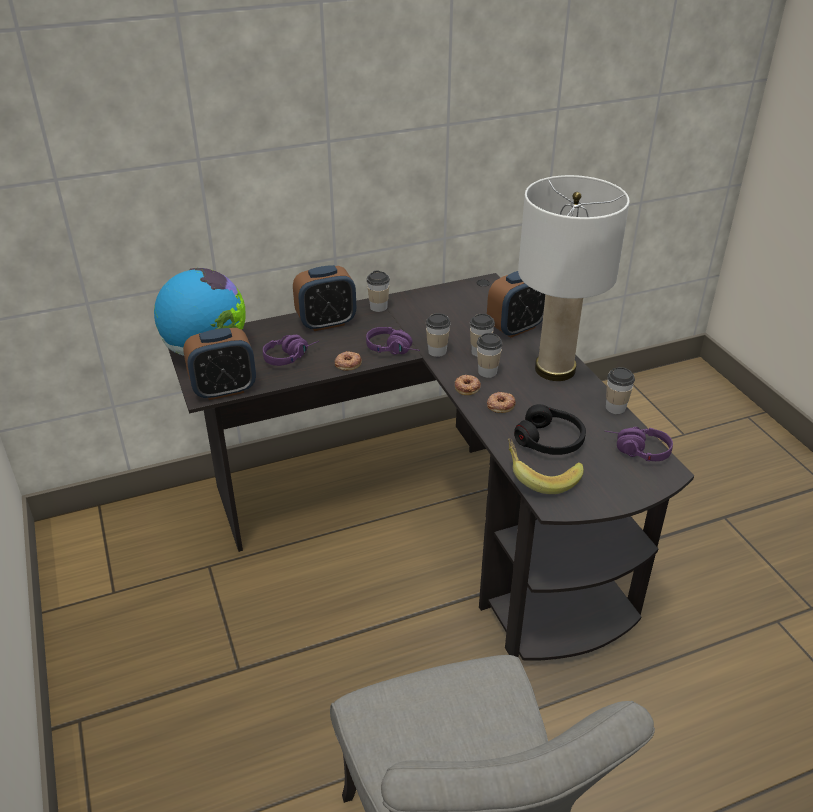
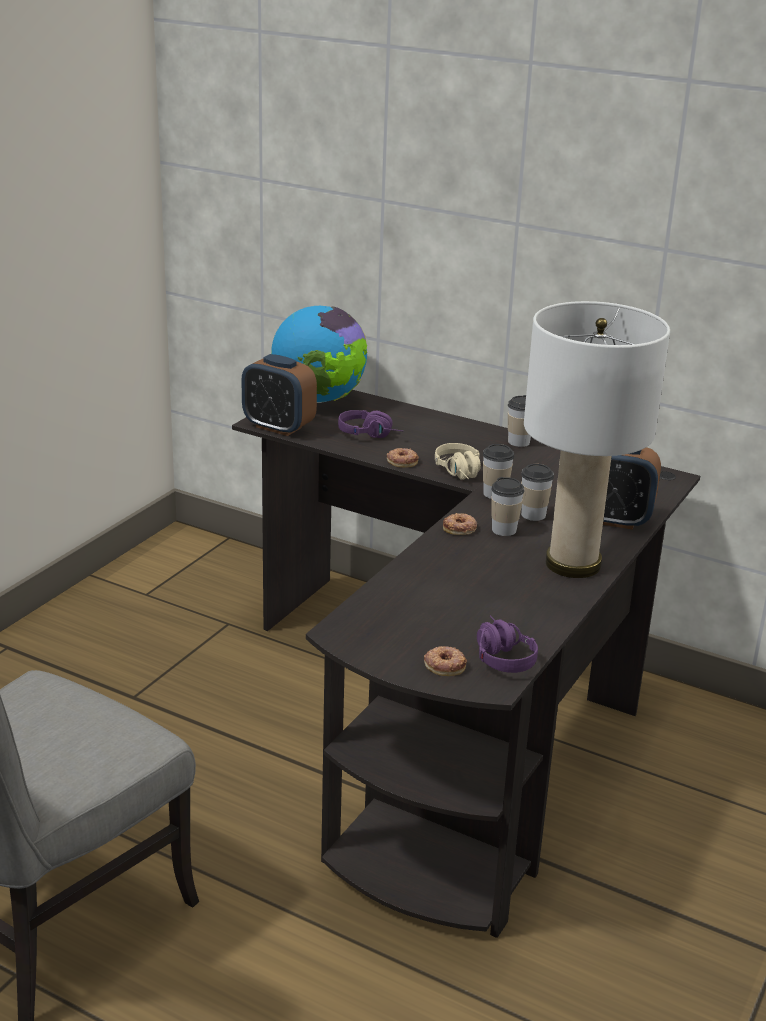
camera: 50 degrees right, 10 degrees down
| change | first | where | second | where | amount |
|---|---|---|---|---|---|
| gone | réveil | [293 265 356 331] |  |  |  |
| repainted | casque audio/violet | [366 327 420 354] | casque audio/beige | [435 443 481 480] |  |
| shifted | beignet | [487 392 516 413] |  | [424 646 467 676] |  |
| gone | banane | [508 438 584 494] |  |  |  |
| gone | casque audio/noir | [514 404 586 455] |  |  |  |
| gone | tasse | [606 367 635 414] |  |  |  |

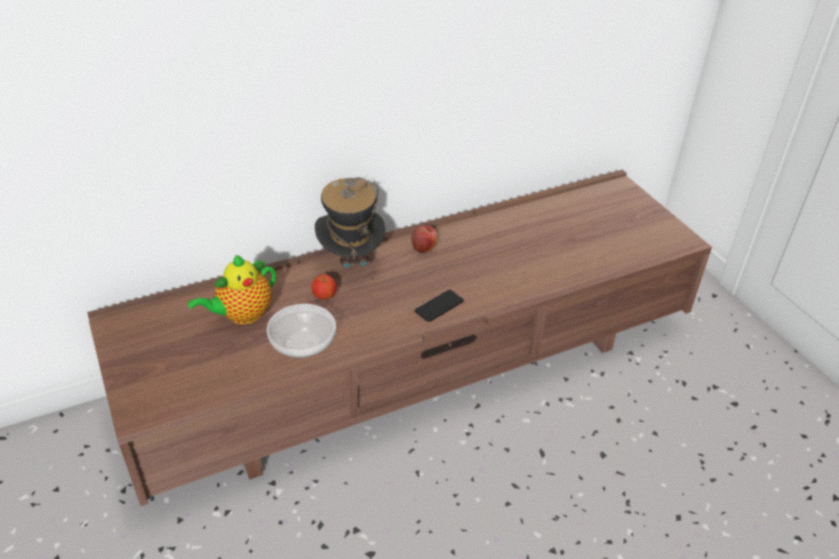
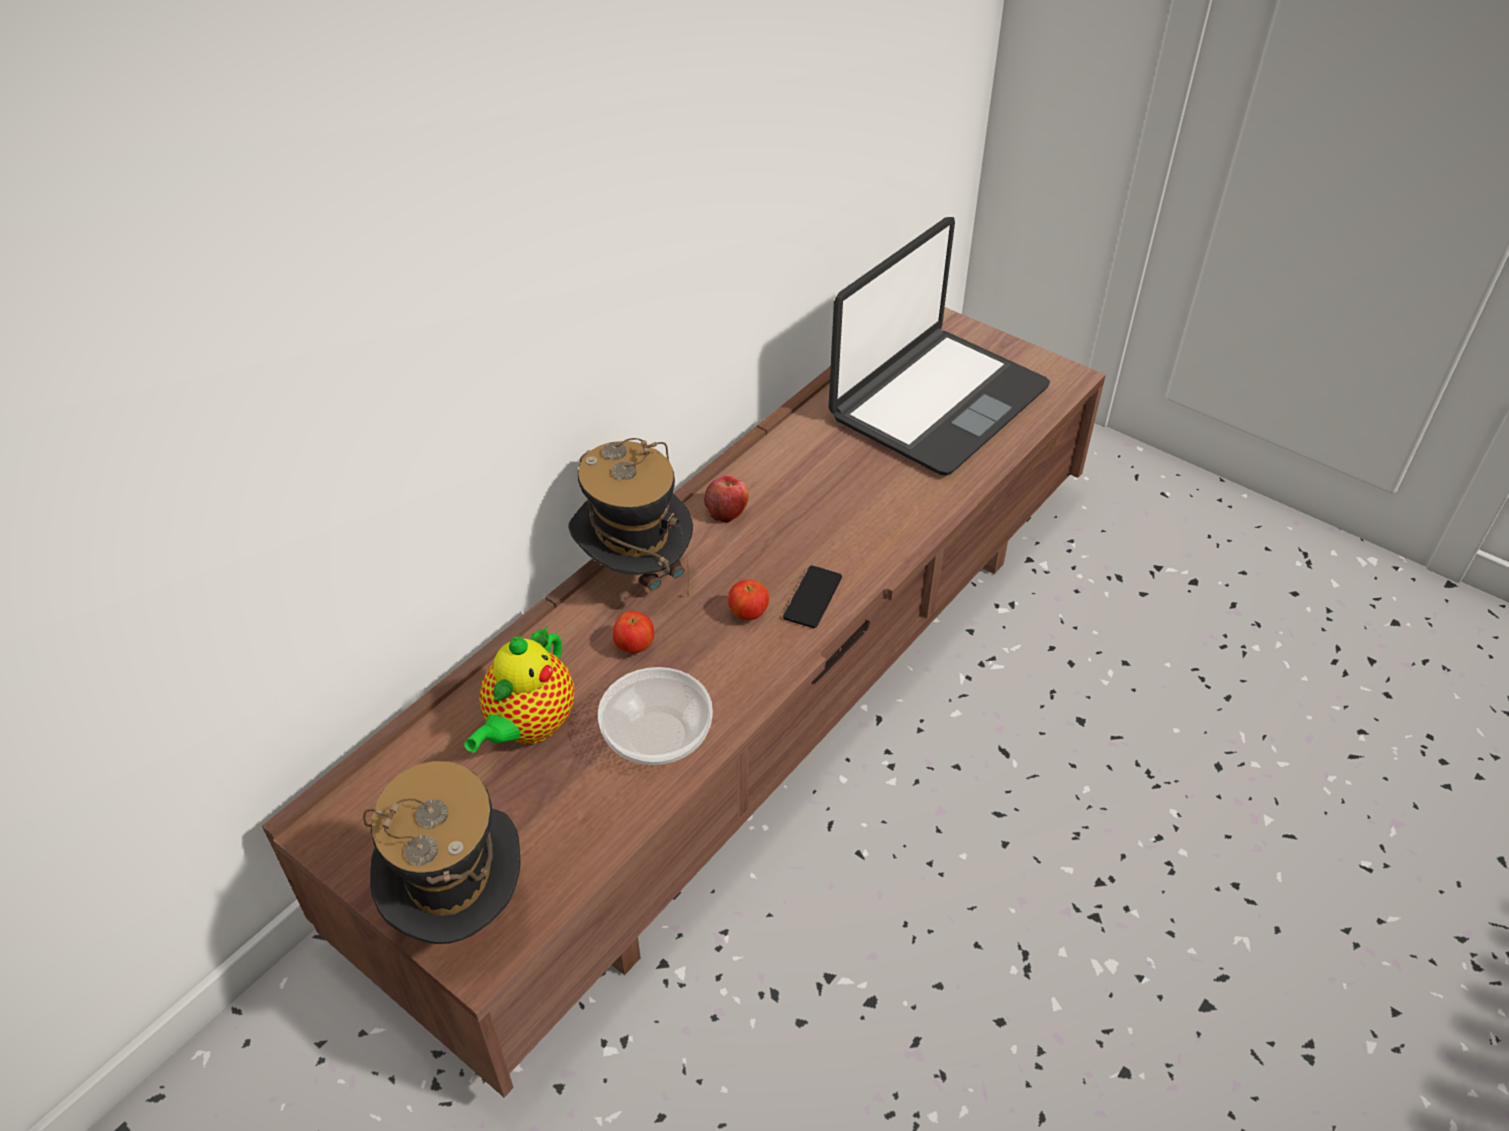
camera: 25 degrees left, 5 degrees up
| change | first | where | second | where | amount |
|---|---|---|---|---|---|
| new |  |  | chapeau | [363 761 521 944] |  |
| new |  |  | pomme | [728 580 769 620] |  |
| new |  |  | ordinateur portable | [828 217 1050 476] |  |

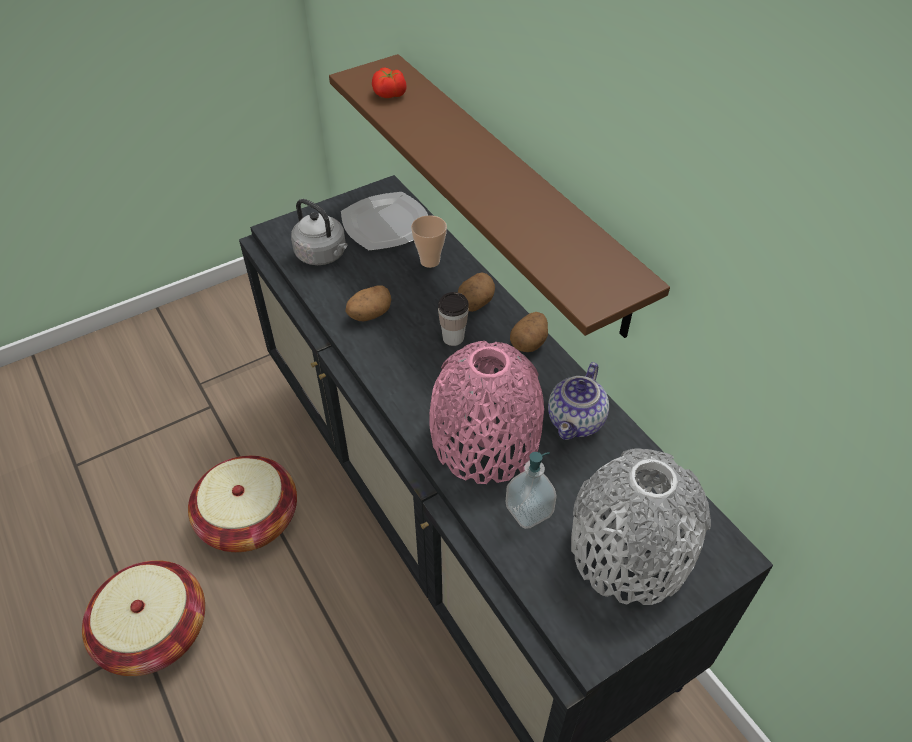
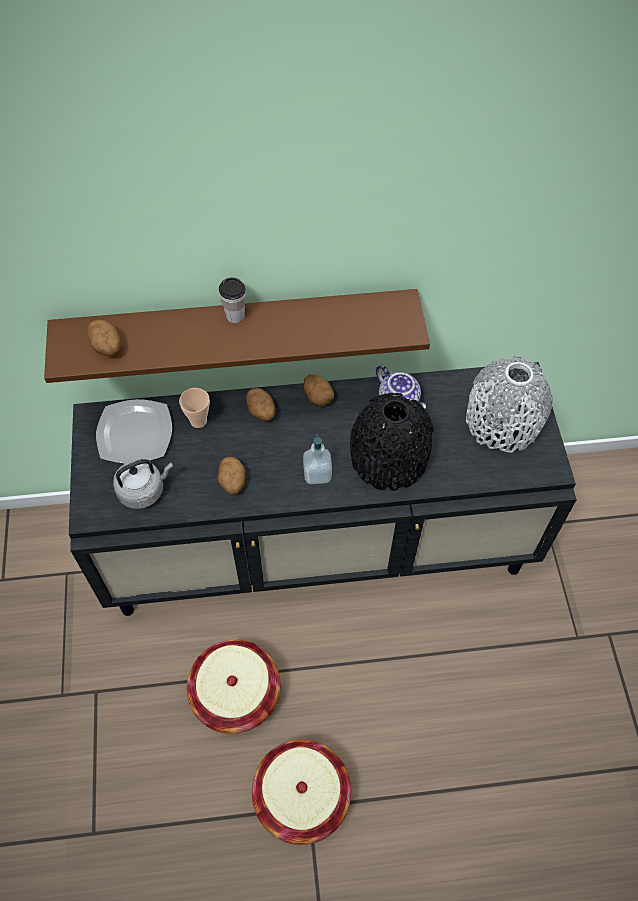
camera: 65 degrees left, 10 degrees up
| change | first | where | second | where | amount |
|---|---|---|---|---|---|
| swapped | tomate | [372 67 407 98] | pomme de terre | [87 319 121 356] |  |
| repainted | vase/rose | [429 341 544 484] | vase/noir | [350 393 434 491] |  |
| shifted | tasse | [438 292 469 346] |  | [219 278 246 323] |  |
| shifted | distributeur de savon | [506 452 557 529] |  | [303 433 332 484] |  |

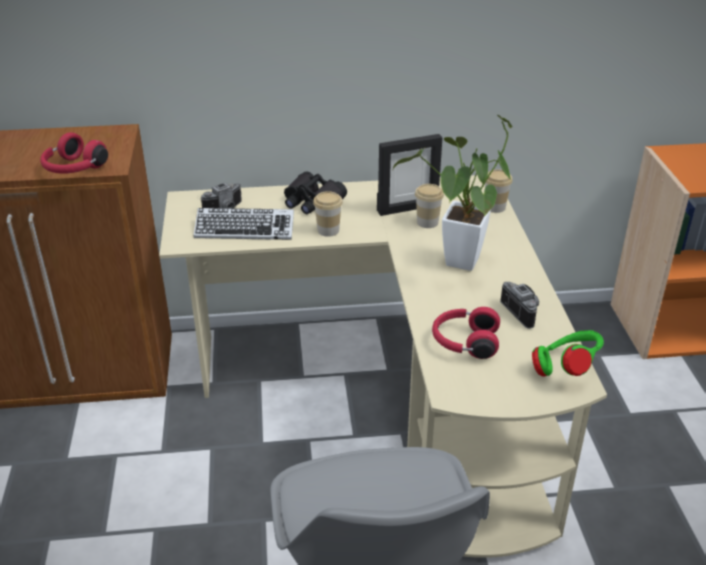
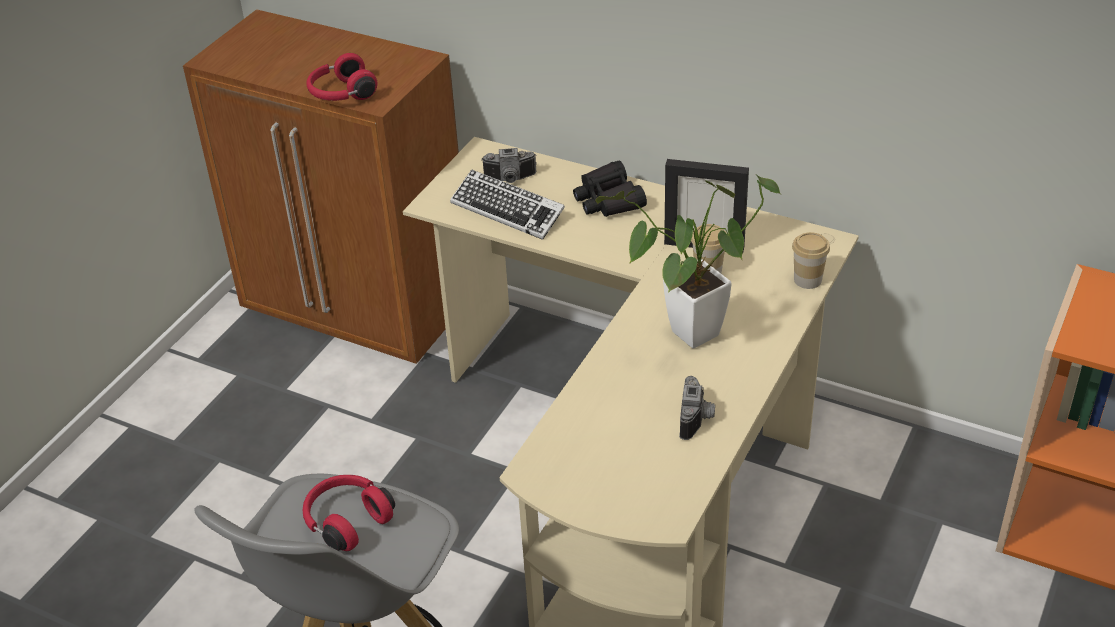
camera: 35 degrees right, 5 degrees up
| change | first | where | second | where | amount |
|---|---|---|---|---|---|
| gone | tasse | [313 191 343 237] |  |  |  |
| shifted | casque audio/rouge | [432 307 500 359] |  | [303 475 395 551] |  |
| gone | casque audio/vert | [532 330 604 377] |  |  |  |

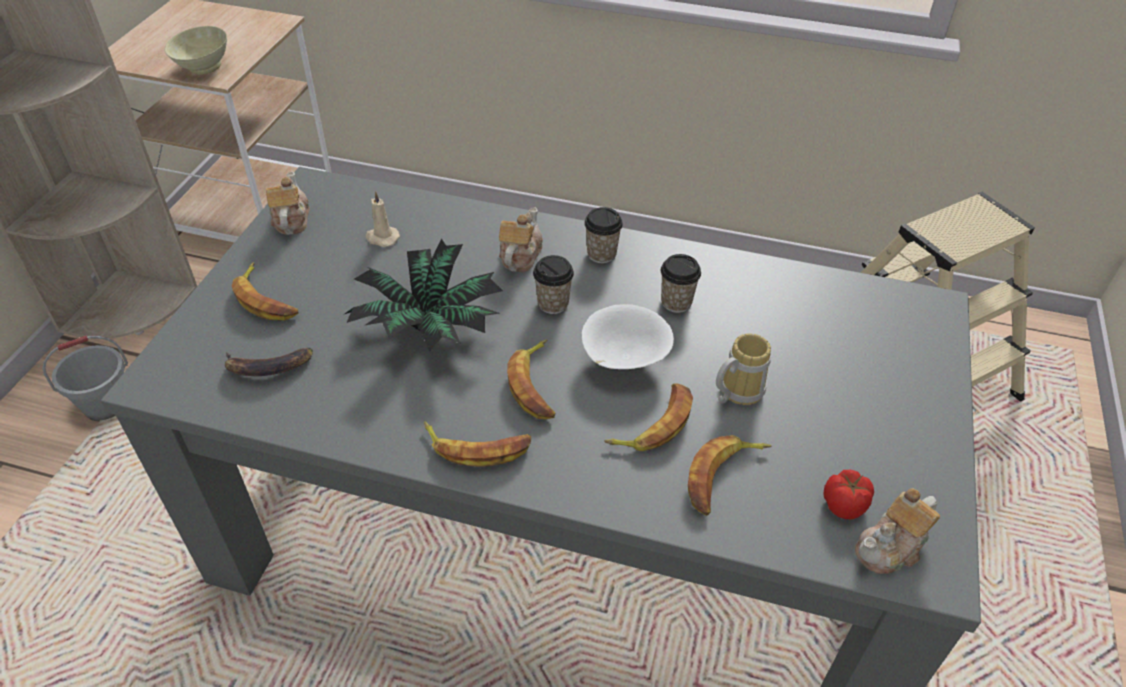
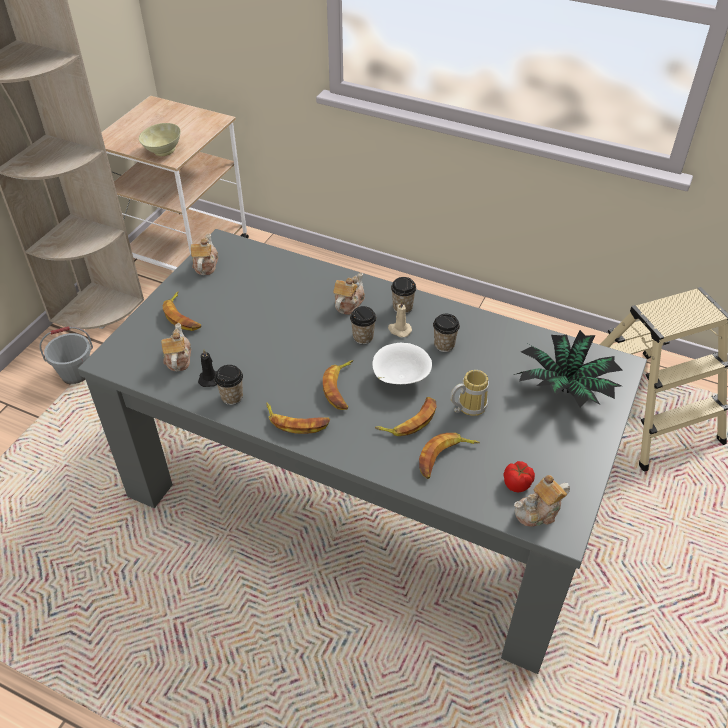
camera: 10 degrees right, 0 degrees up
| change | first | where | second | where | amount |
|---|---|---|---|---|---|
| swapped | banane | [225 348 313 376] | théière | [161 323 191 371] |  |
| shifted | plante en pot | [343 239 503 351] |  | [514 330 622 408] |  |
| shifted | bougie/beige | [366 191 400 247] |  | [388 300 412 337] |  |
| new |  |  | bougie/noir | [198 350 217 387] |  |
| new |  |  | tasse | [214 365 243 405] |  |

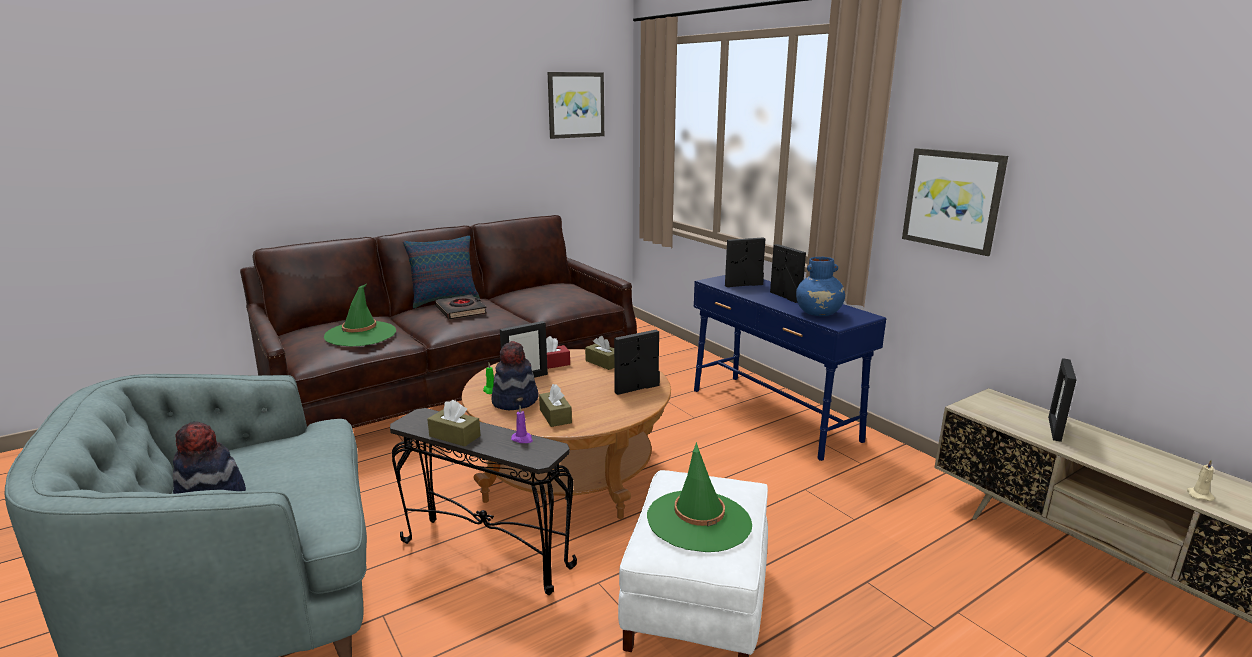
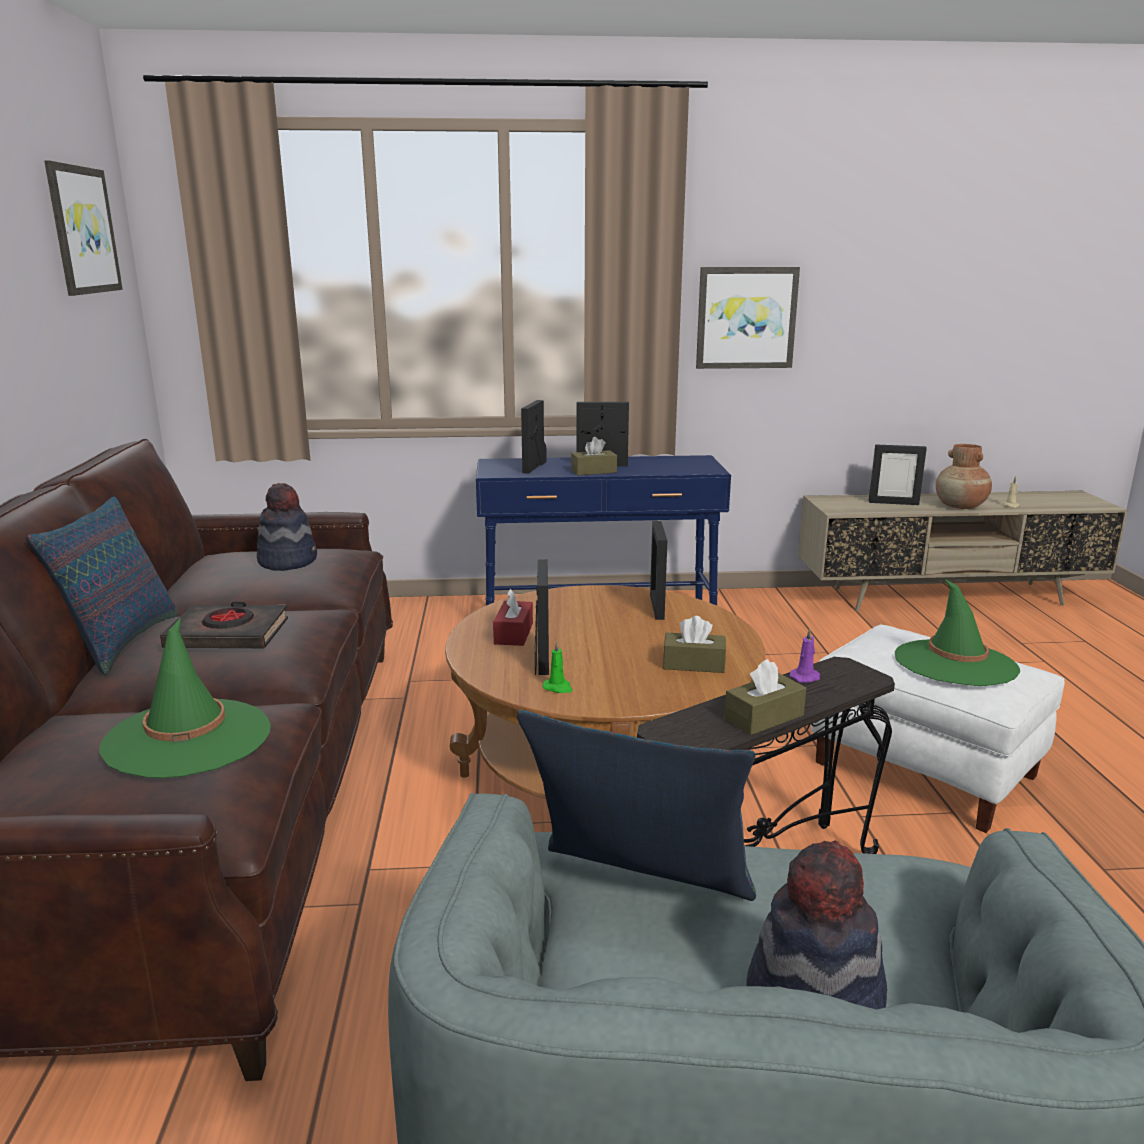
camera: 60 degrees left, 0 degrees up
| change | first | where | second | where | amount |
|---|---|---|---|---|---|
| shifted | chapeau | [492 341 539 410] |  | [257 483 317 571] |  |
| shifted | boîte à mouchoirs/marron | [585 336 614 370] |  | [571 437 617 475] |  |
| gone | vase/bleu | [796 257 845 316] |  |  |  |
| rotated | cadre photo | [1048 358 1077 442] |  | [869 444 927 505] | 45 degrees counterclockwise |
| new |  |  | coussin/bleu | [517 710 756 901] |  |
| new |  |  | vase/marron | [936 444 992 509] |  |

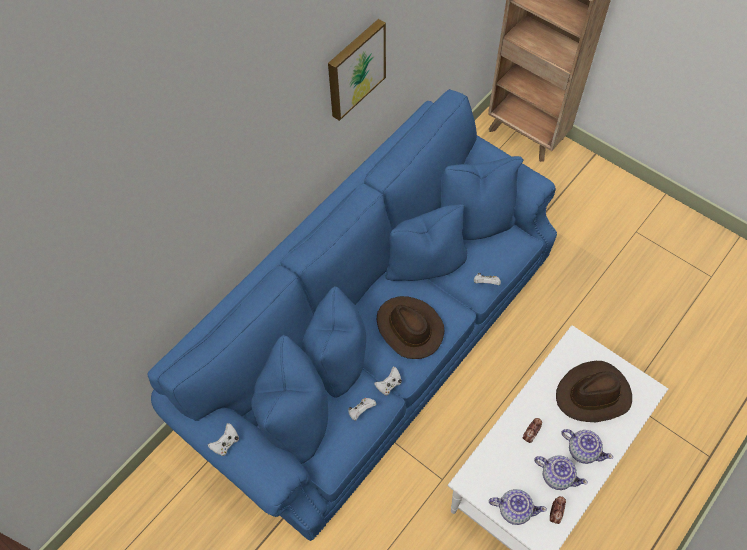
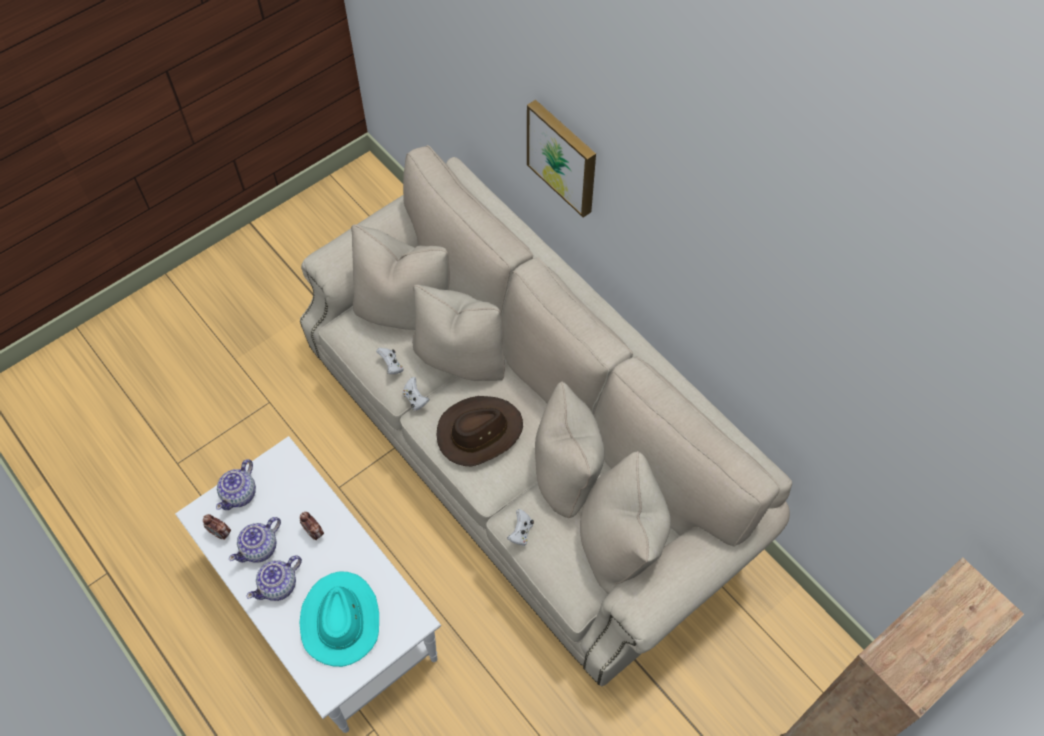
camera: 100 degrees right, 0 degrees up
| change | first | where | second | where | amount |
|---|---|---|---|---|---|
| repainted | canapé/bleu | [147 89 557 541] | canapé/beige | [300 145 792 687] |  |
| gone | manette/blanc | [208 423 239 456] |  |  |  |
| shifted | tableau | [328 19 386 121] |  | [527 100 596 218] |  |
| repainted | chapeau/marron | [556 361 632 422] | chapeau/turquoise | [299 571 379 667] |  |

